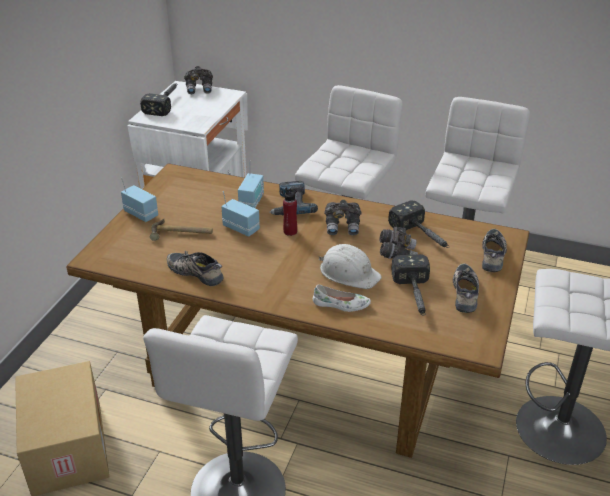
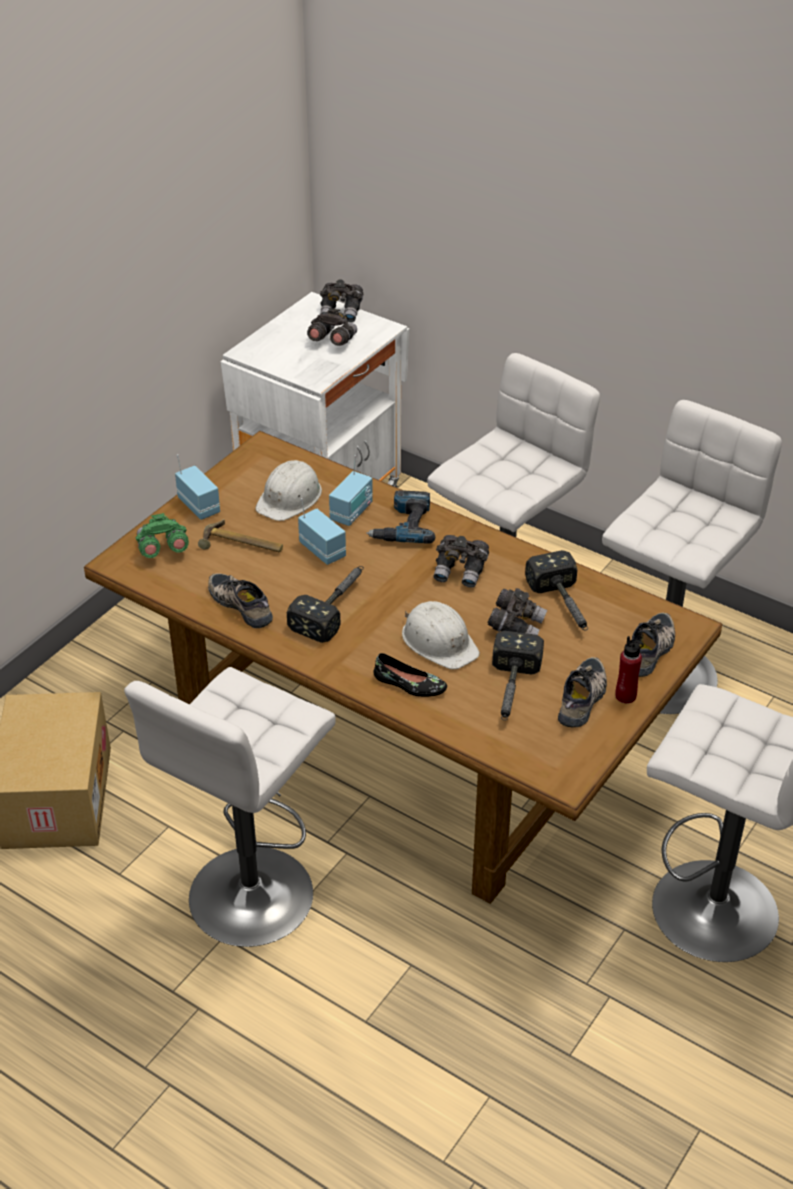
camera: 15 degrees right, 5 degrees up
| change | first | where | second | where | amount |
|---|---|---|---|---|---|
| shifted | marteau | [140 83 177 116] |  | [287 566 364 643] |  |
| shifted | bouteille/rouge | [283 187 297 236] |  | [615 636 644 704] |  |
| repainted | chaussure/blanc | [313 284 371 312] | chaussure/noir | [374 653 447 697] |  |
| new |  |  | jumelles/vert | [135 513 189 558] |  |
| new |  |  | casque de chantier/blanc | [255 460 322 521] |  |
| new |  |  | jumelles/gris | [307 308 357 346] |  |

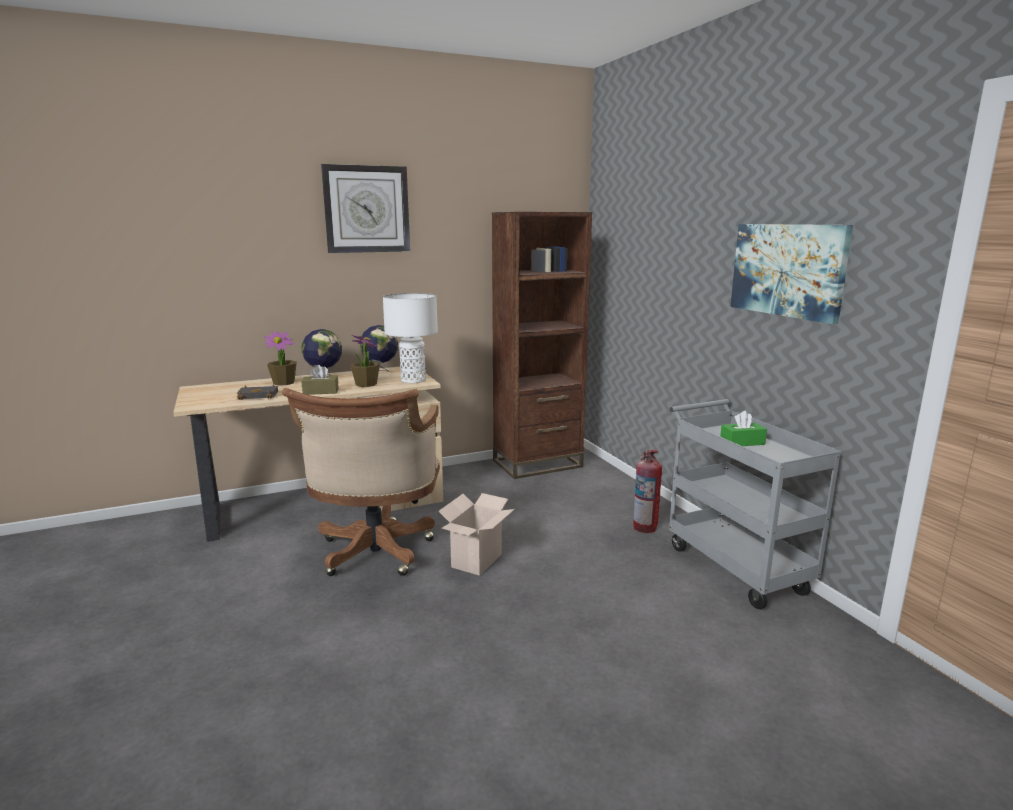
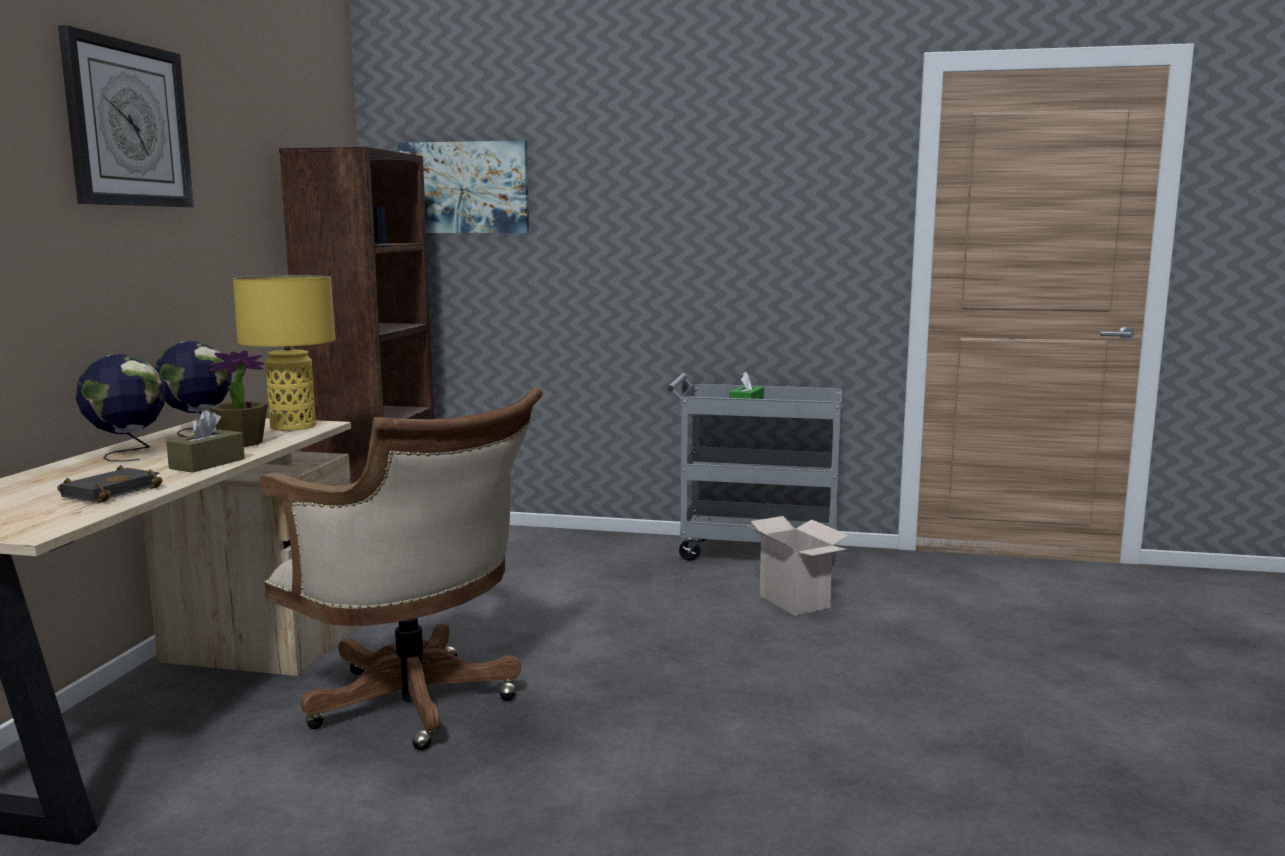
camera: 55 degrees left, 5 degrees down
| change | first | where | second | where | amount |
|---|---|---|---|---|---|
| gone | plante en pot | [264 331 297 386] |  |  |  |
| repainted | lampe de table/blanc | [383 293 438 383] | lampe de table/jaune | [233 275 336 431] |  |
| shifted | carton | [439 493 515 576] |  | [747 516 849 616] |  |
| gone | extincteur | [633 450 662 533] |  |  |  |
| shifted | tableau | [730 224 853 324] |  | [398 141 529 233] |  |

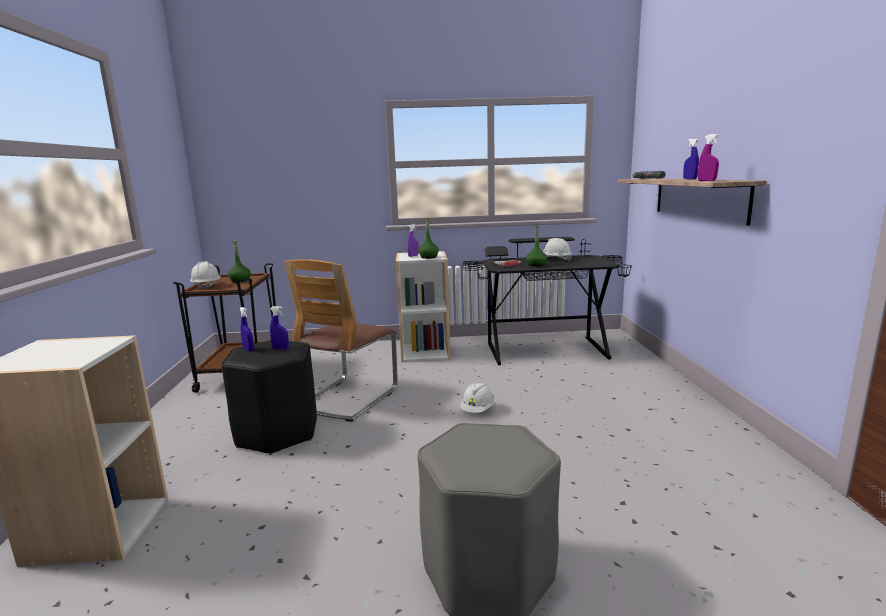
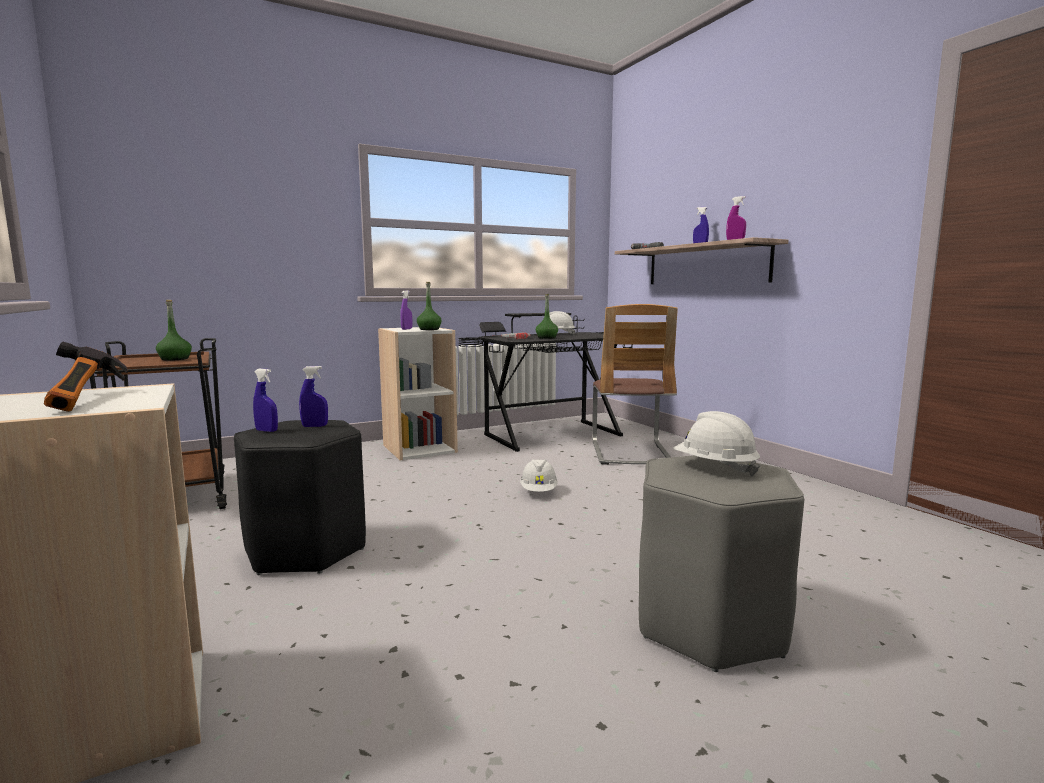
camera: 25 degrees left, 5 degrees down
| change | first | where | second | where | amount |
|---|---|---|---|---|---|
| shifted | casque de chantier/blanc | [190 261 221 290] |  | [673 411 761 477] |  |
| shifted | chaise | [284 259 398 422] |  | [592 304 678 465] |  |
| new |  |  | marteau | [44 342 128 412] |  |

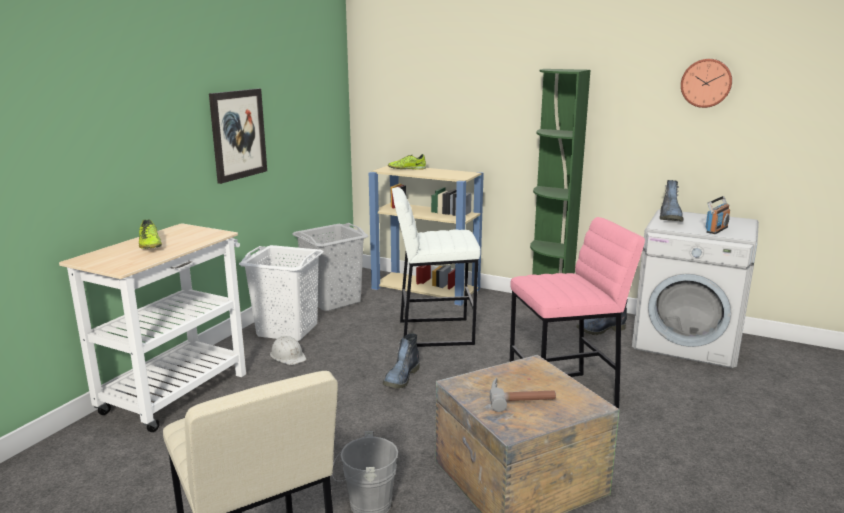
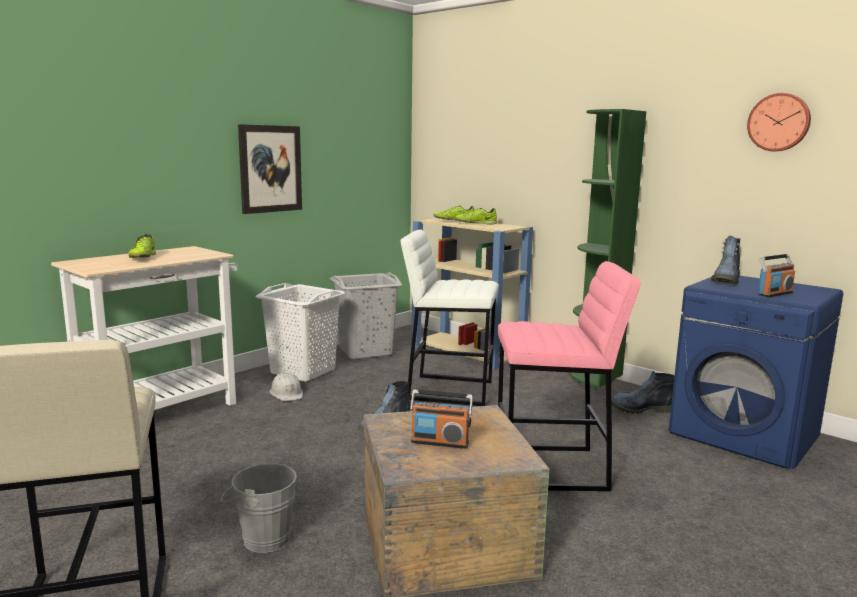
camera: 15 degrees right, 5 degrees down
| change | first | where | second | where | amount |
|---|---|---|---|---|---|
| swapped | marteau | [490 377 556 412] | radio | [410 390 473 449] |  |
| repainted | lave-linge/blanc | [632 209 759 368] | lave-linge/bleu | [669 276 843 469] |  |
| new |  |  | chaussure | [455 208 497 224] |  |

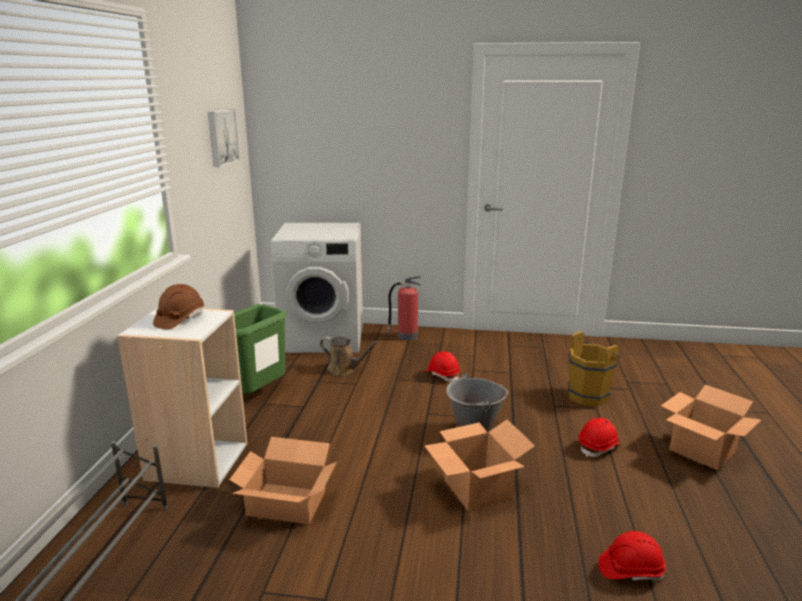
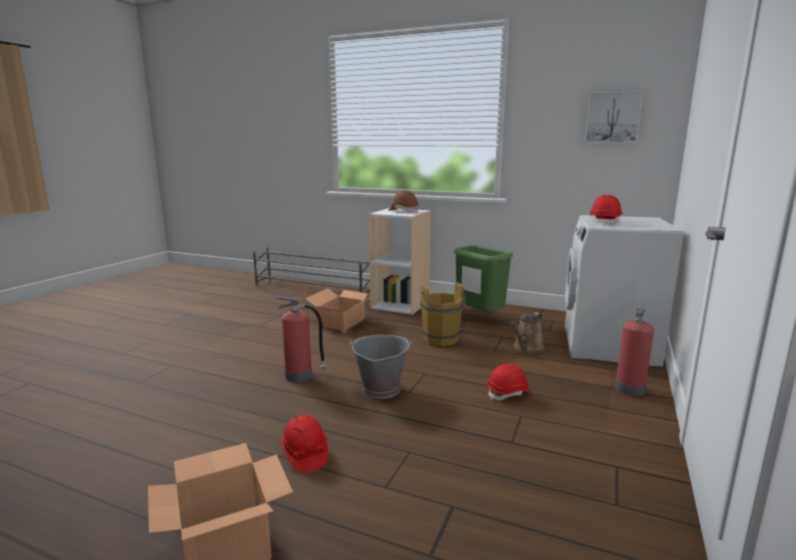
camera: 105 degrees right, 5 degrees down
| change | first | where | second | where | amount |
|---|---|---|---|---|---|
| swapped | carton | [424 420 535 511] | extincteur | [277 296 326 382] |  |
| shifted | seau/marron | [568 331 622 407] |  | [420 282 466 347] |  |
| shifted | casque de chantier/rouge | [598 531 666 581] |  | [590 195 623 225] |  |

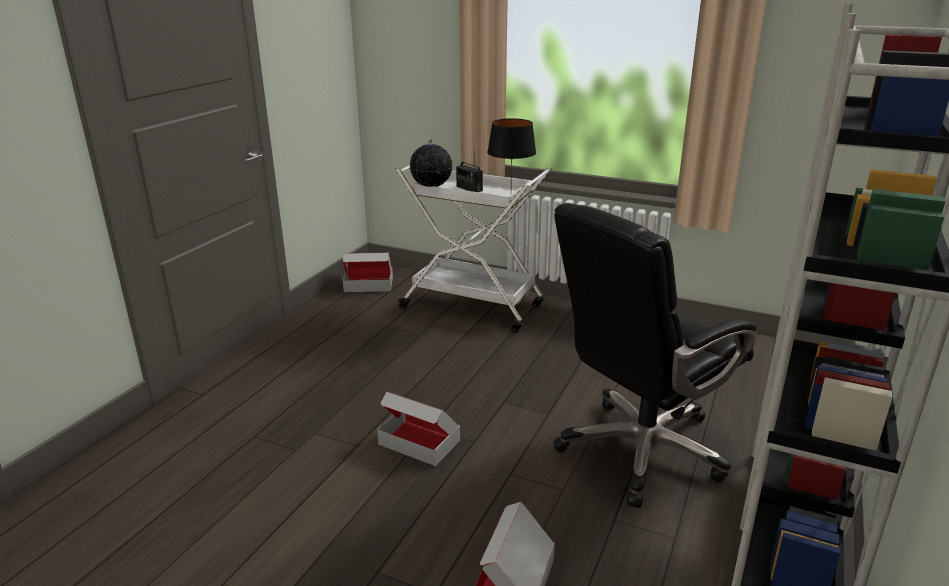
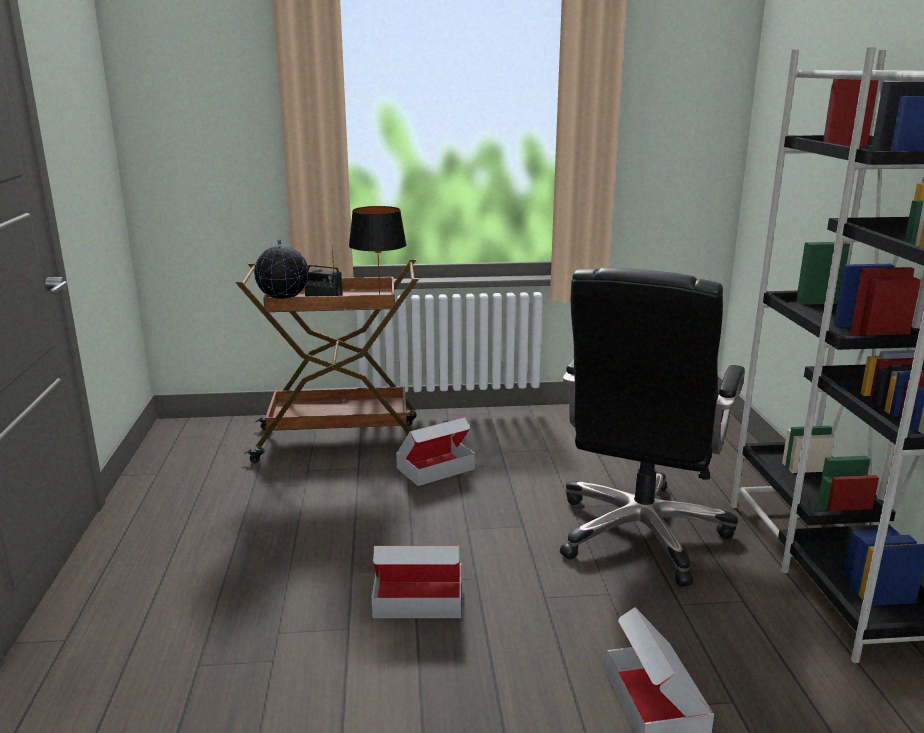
camera: 30 degrees left, 5 degrees down
| change | first | where | second | where | amount |
|---|---|---|---|---|---|
| shifted | carton | [343 253 393 292] |  | [396 417 475 486] |  |
| repainted | chariot/blanc | [395 165 552 332] | chariot/marron | [235 259 419 463] |  |

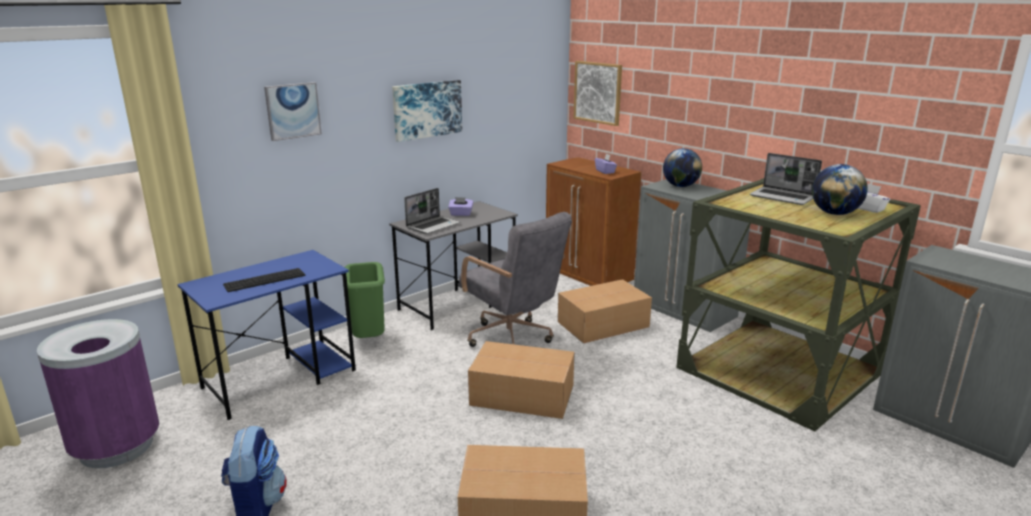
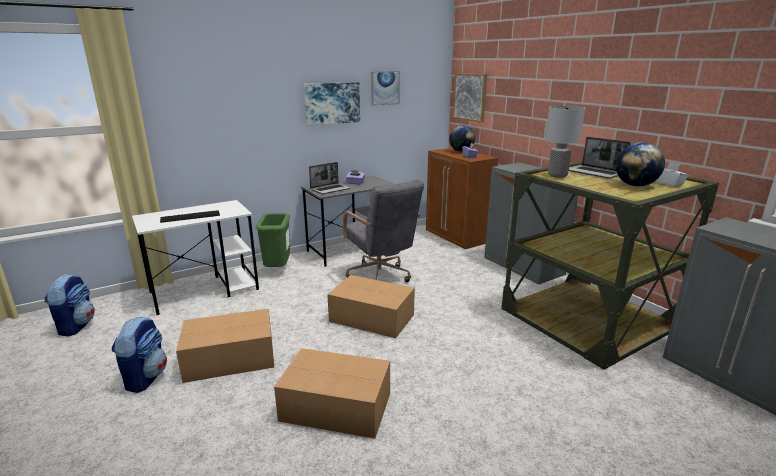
camera: 10 degrees right, 0 degrees up
| change | first | where | second | where | amount |
|---|---|---|---|---|---|
| swapped | poubelle/violet | [37 319 159 468] | sac à dos | [45 274 95 337] |  |
| repainted | bureau/bleu | [178 250 356 420] | bureau/blanc | [132 200 259 315] |  |
| shifted | tableau | [264 82 322 141] |  | [371 71 400 106] |  |
| shifted | carton | [558 279 652 343] |  | [176 309 274 383] |  |
| shifted | globe | [663 148 702 187] |  | [449 125 475 152] |  |
| new |  |  | lampe de table/gris | [545 106 585 178] |  |

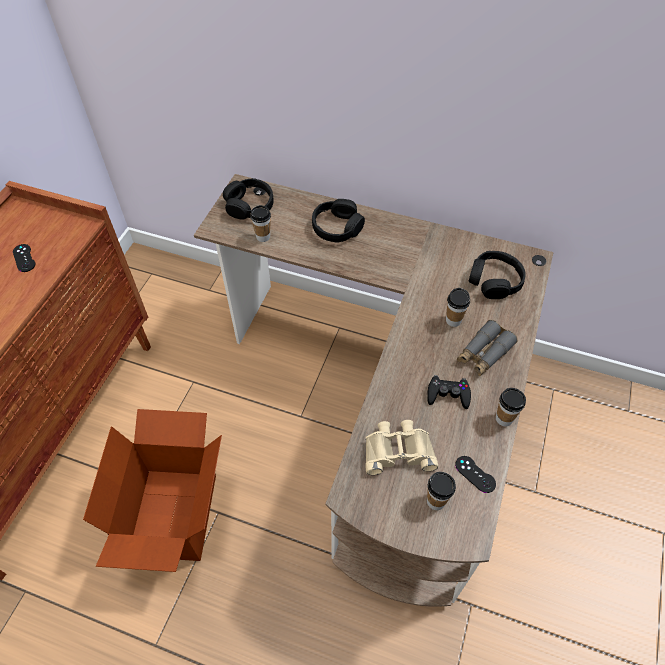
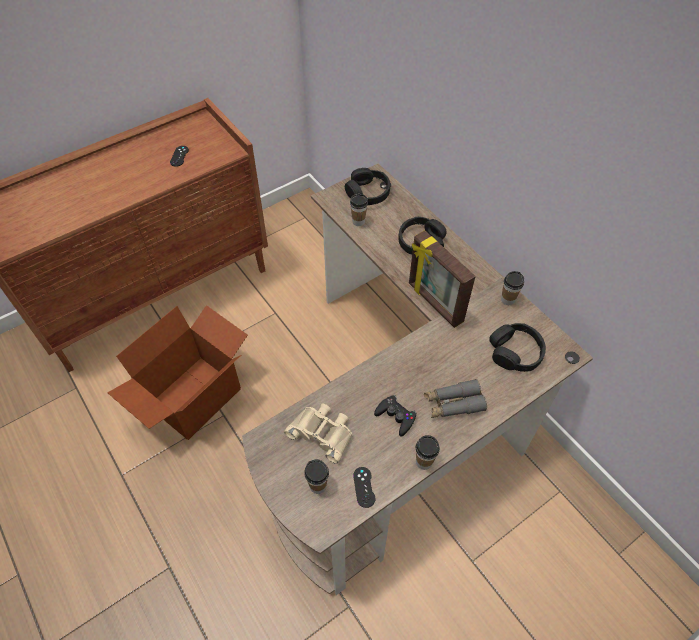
camera: 35 degrees right, 0 degrees up
| change | first | where | second | where | amount |
|---|---|---|---|---|---|
| shifted | tasse | [446 288 470 327] |  | [501 271 524 305] |  |
| new |  |  | cadre photo | [409 230 476 328] |  |

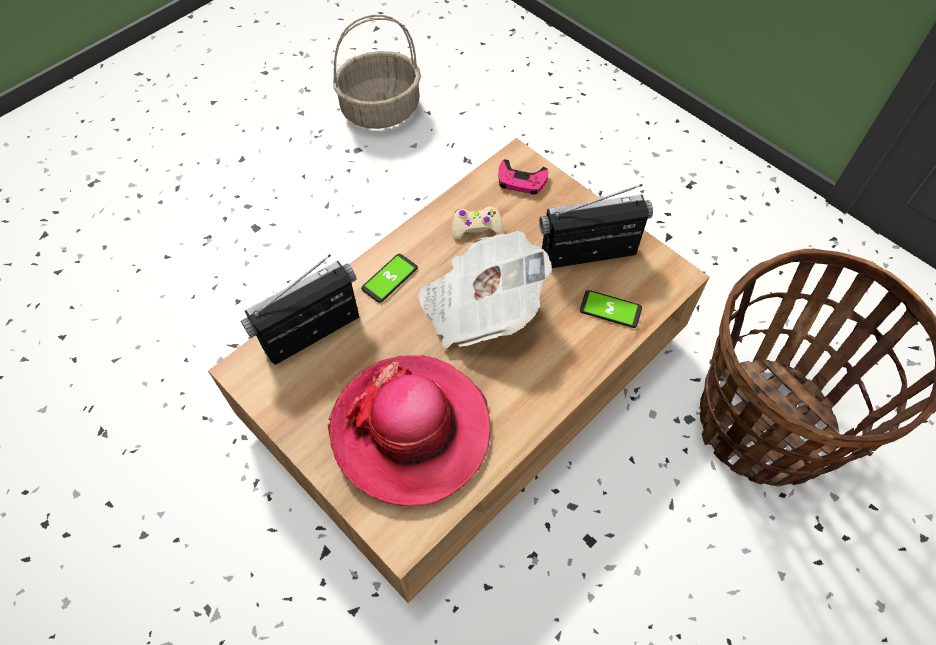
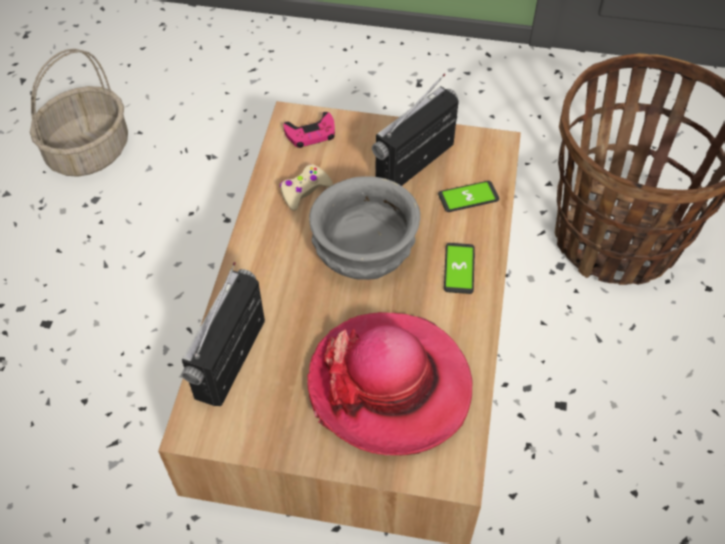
camera: 35 degrees left, 5 degrees down
| change | first | where | second | where | amount |
|---|---|---|---|---|---|
| shifted | téléphone | [361 254 418 303] |  | [444 243 475 294] |  |
| swapped | journal | [418 231 552 348] | bol/gris | [309 176 420 280] |  |

